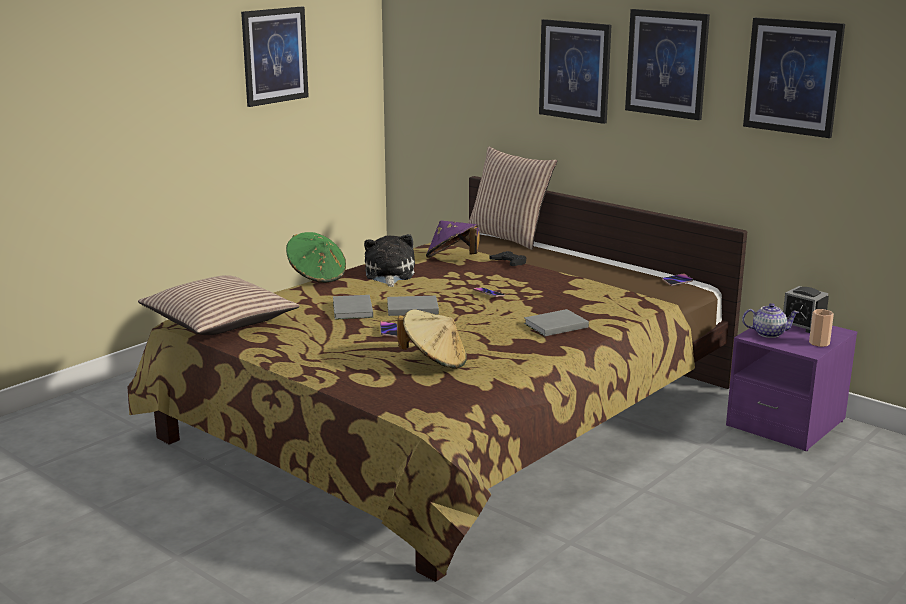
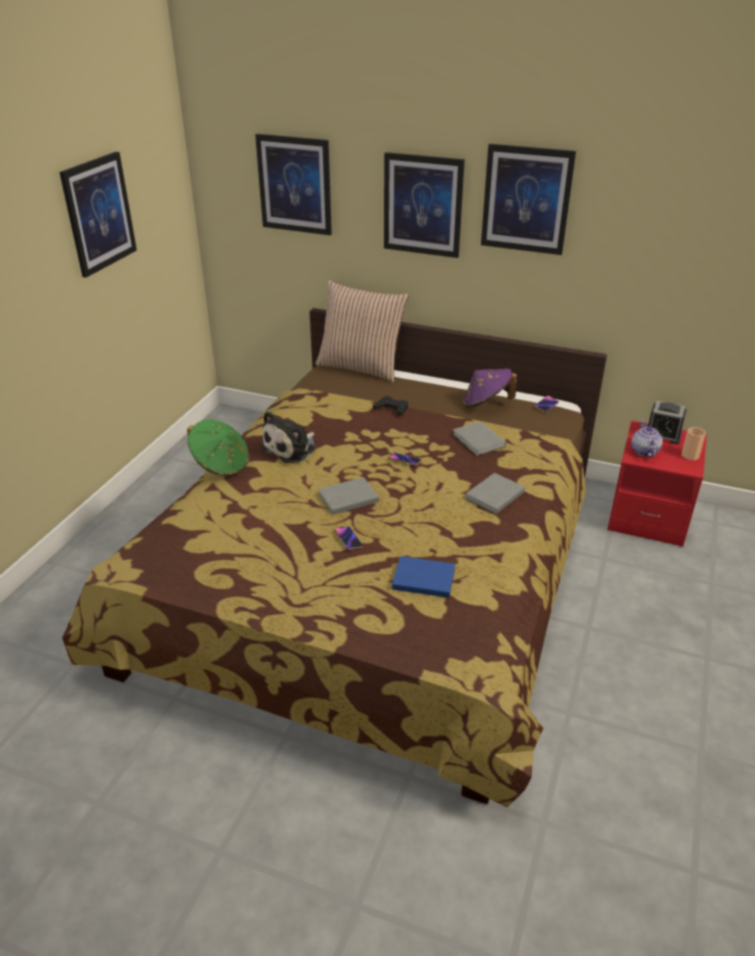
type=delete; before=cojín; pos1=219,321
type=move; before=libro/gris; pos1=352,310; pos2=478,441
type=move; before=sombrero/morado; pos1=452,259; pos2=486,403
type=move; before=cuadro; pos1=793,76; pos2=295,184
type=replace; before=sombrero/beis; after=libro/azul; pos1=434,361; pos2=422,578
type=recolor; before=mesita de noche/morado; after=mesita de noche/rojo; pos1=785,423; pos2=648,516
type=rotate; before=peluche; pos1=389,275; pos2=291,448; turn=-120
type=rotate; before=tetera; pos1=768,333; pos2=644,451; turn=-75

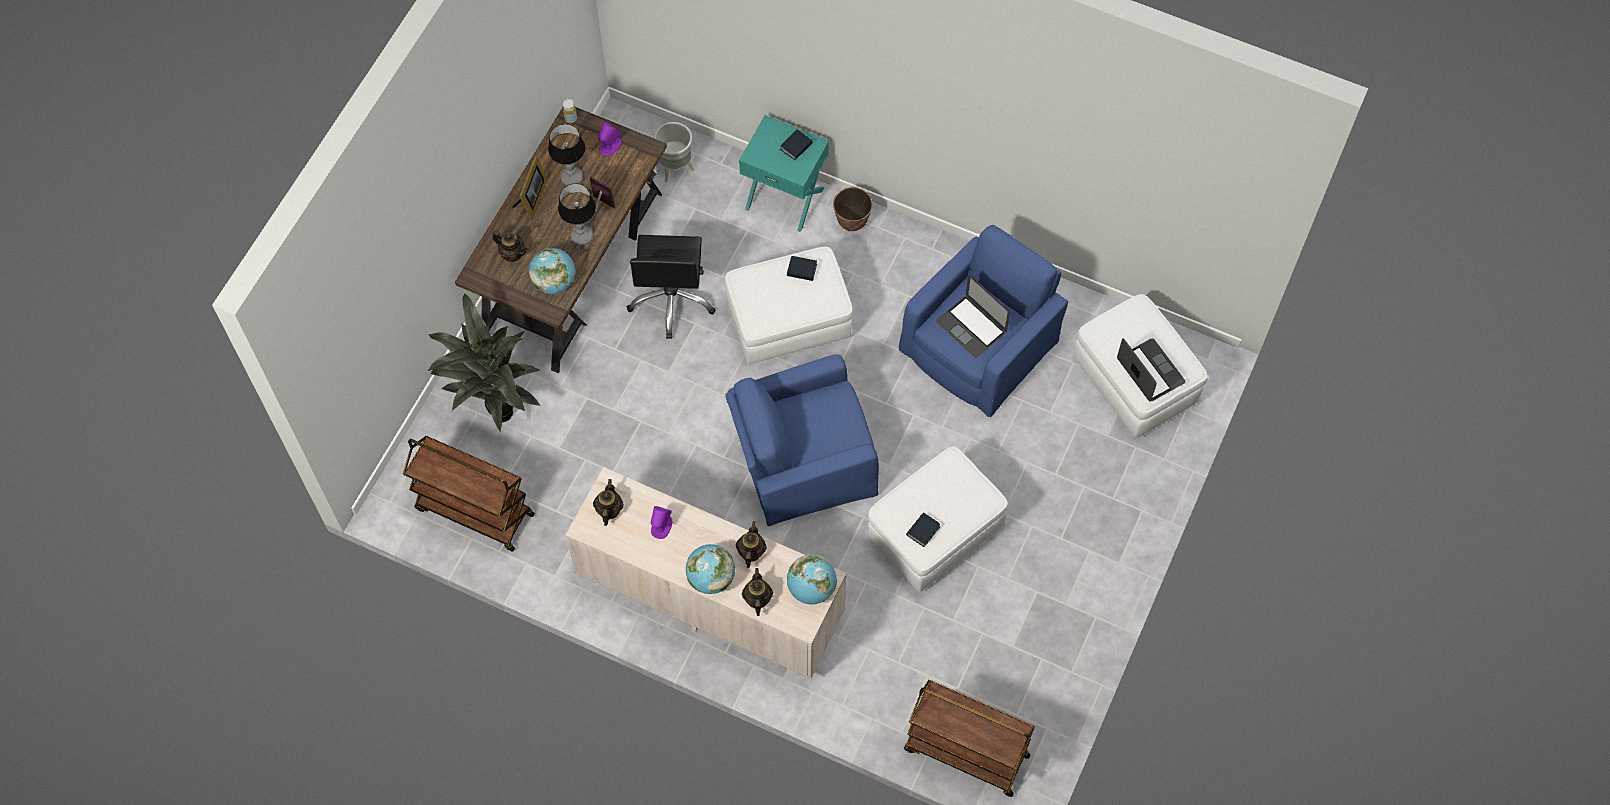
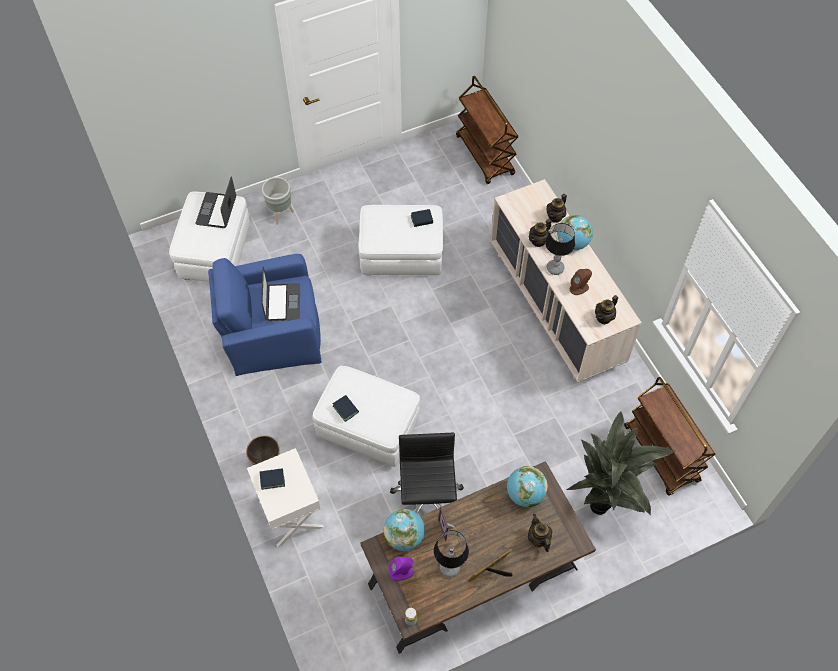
type=delete; before=sillón/azul; pos1=802,459
type=move; before=lámpara de mesa; pos1=581,236; pos2=555,268
type=move; before=maceta/gris; pos1=676,168; pos2=280,214
type=move; before=globo terráqueo; pos1=811,588; pos2=404,537
type=recolor; before=altavoz/morado; after=altavoz/marrón; pos1=661,526; pos2=579,288
type=recolor; before=mesita de noche/turquesa; after=mesita de noche/blanco; pos1=785,197; pos2=290,514
type=rotate; before=silla de oficina/negro; pos1=672,299; pos2=427,500; turn=-45

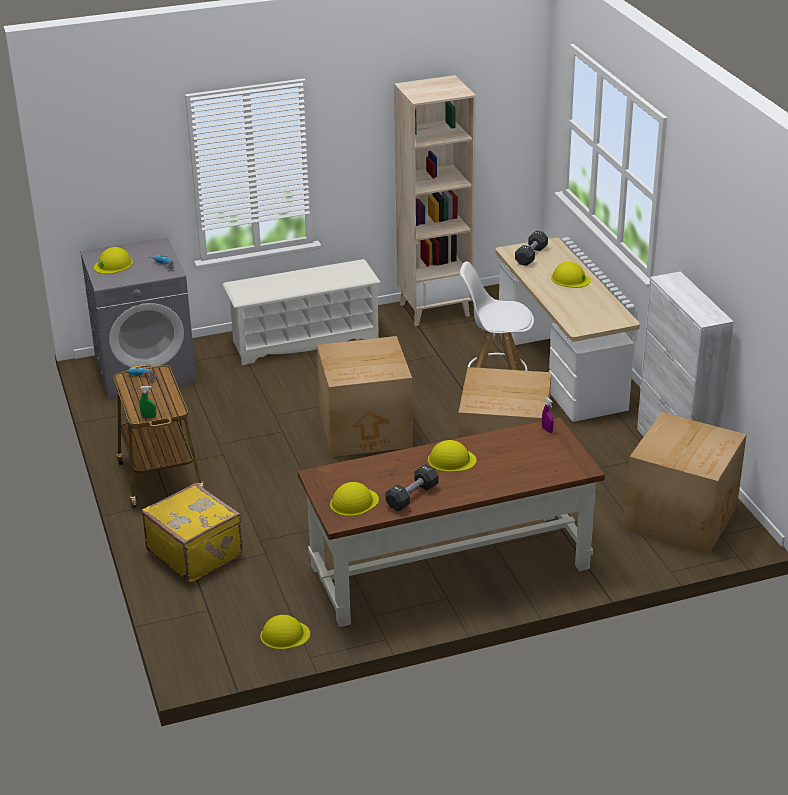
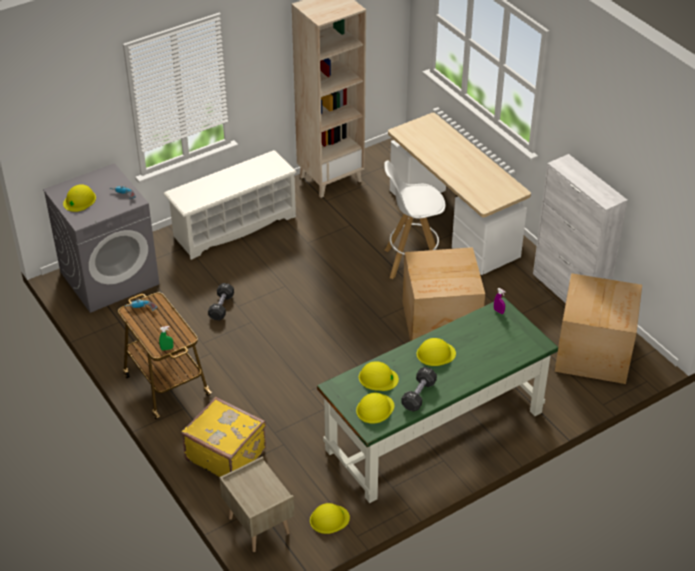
type=delete; before=caja de cartón; pos1=367,430
type=insert; after=mesita de noche/beis; pos2=258,525
type=move; before=mancuerna/negro; pos1=531,256; pos2=221,307
type=move; before=casco/amarillo; pos1=570,279; pos2=378,378
type=recolor; before=escritorio/marrón; after=escritorio/verde; pos1=449,568; pos2=434,431

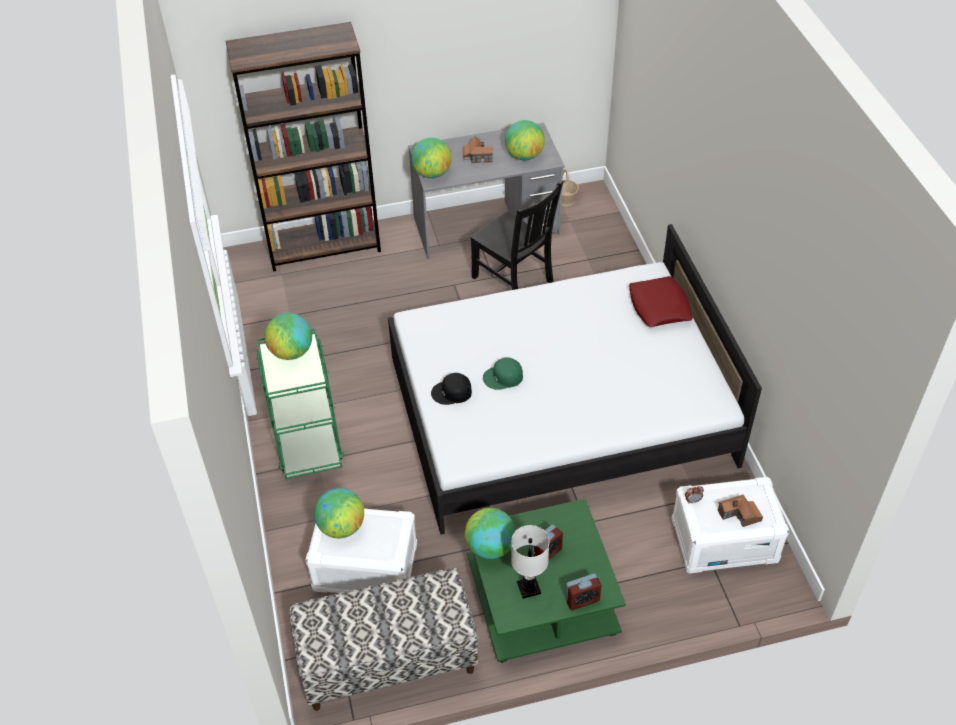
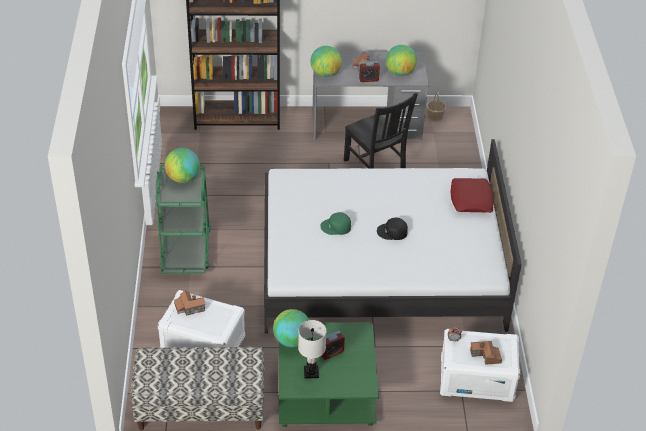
type=move; before=gorra/negro; pos1=452,392; pos2=392,232
type=move; before=despertador; pos1=582,600; pos2=368,79
type=replace; before=globo terráqueo; after=casita; pos1=341,527; pos2=189,307

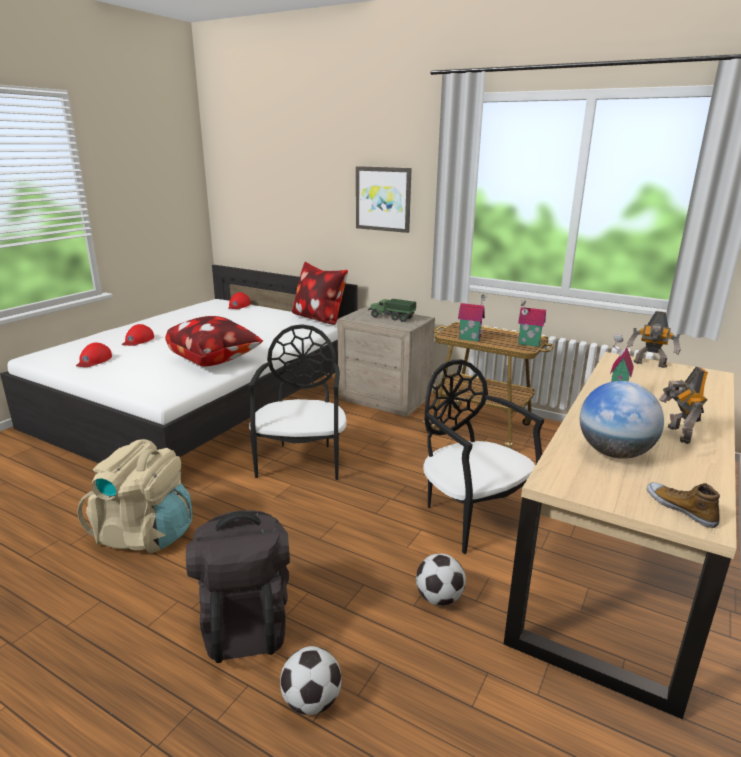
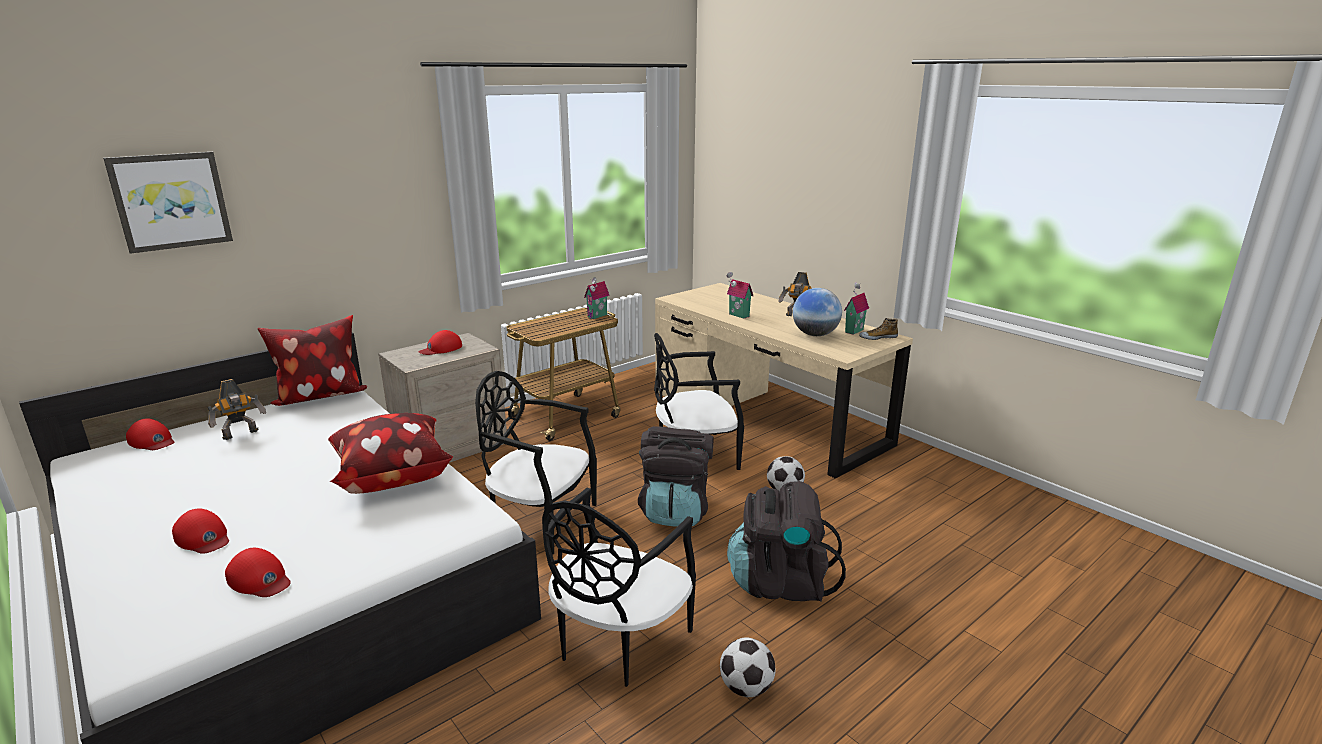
type=insert; after=mochila/negro; pos2=675,511
type=move; before=balón de fútbol; pos1=311,701; pos2=746,688
type=move; before=cuadro; pos1=383,199; pos2=171,201
type=move; before=casita; pos1=470,338; pos2=853,330
type=move; before=robot de juguete; pos1=650,365; pos2=241,435
type=replace; before=mochila/beis; after=silla/negro; pos1=145,534; pos2=617,642
type=replace; before=camión de juguete; after=gorra/rojo; pos1=391,317; pos2=441,348

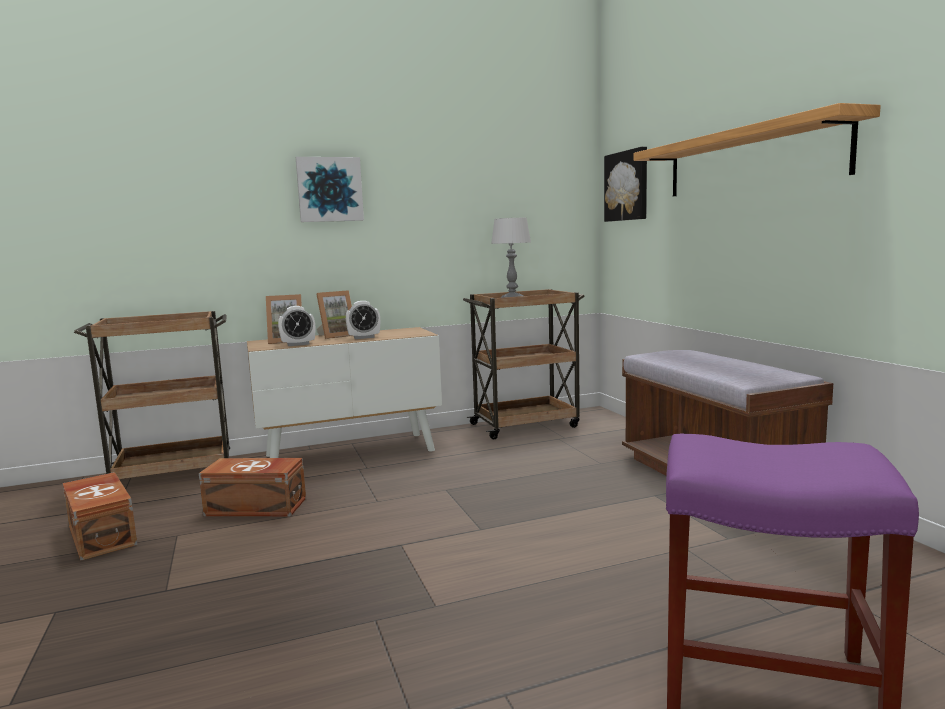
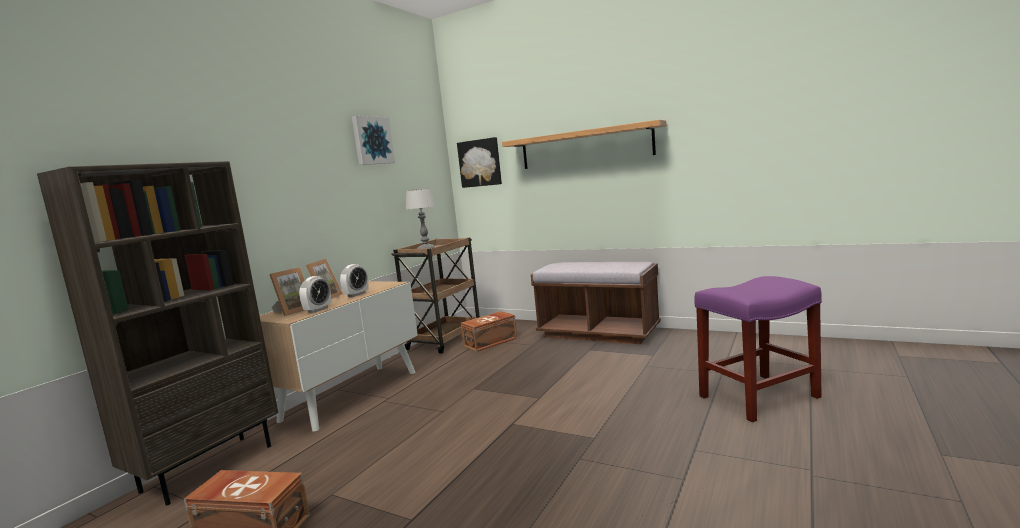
type=move; before=caja de almacenaje/marrón; pos1=256,507; pos2=491,342
type=move; before=cuadro; pos1=329,189; pos2=372,140
type=replace; before=carrito/marrón; after=estantería/marrón; pos1=174,473; pos2=209,467

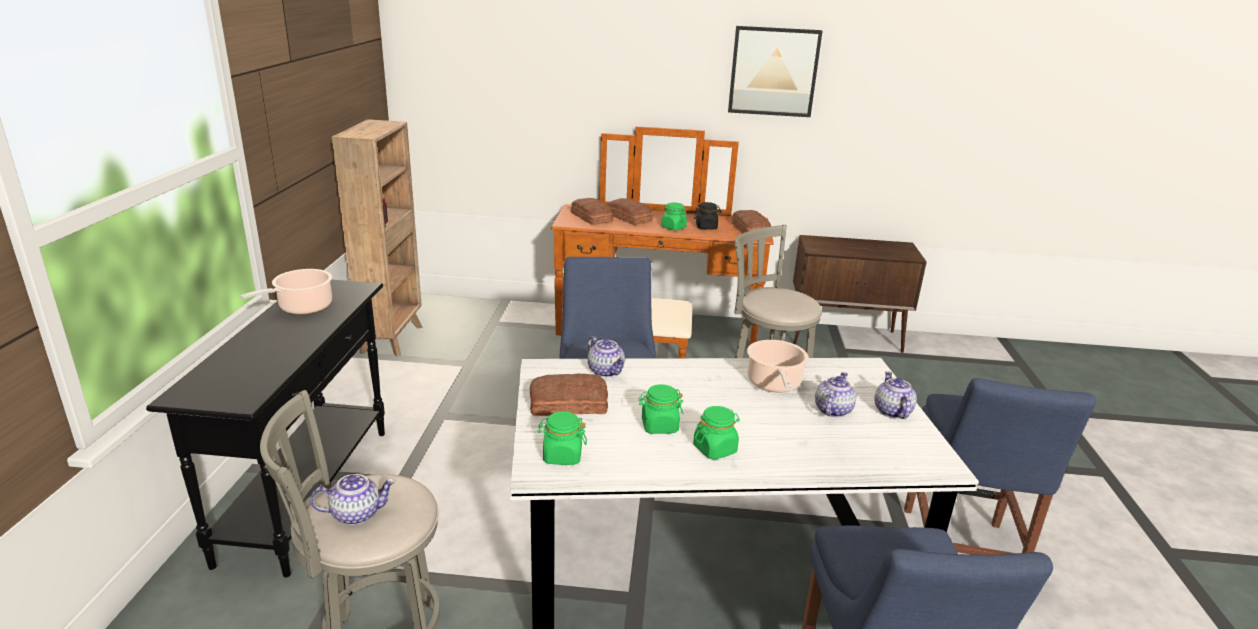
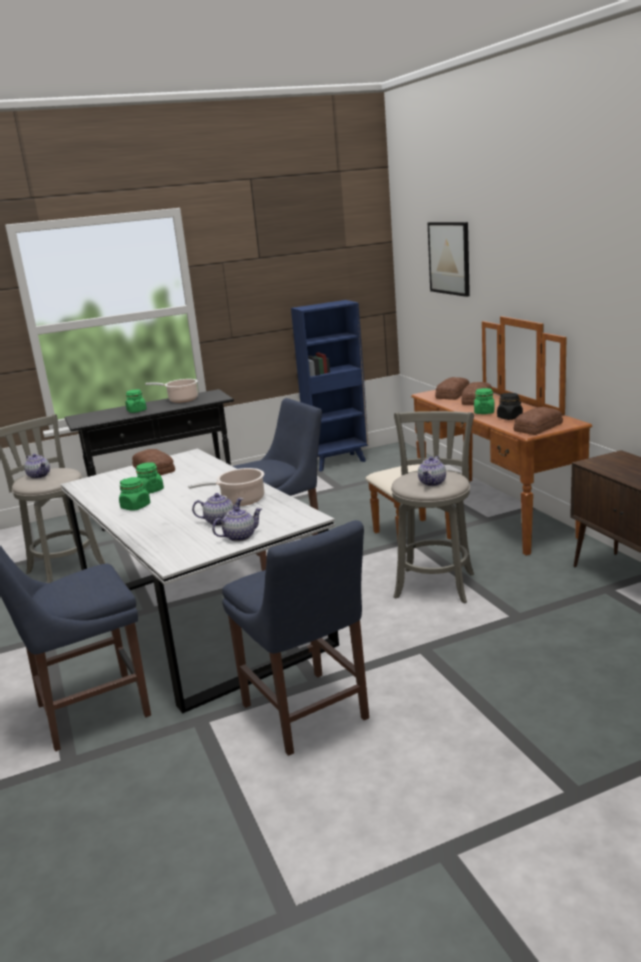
type=move; before=tarro/verde; pos1=562,456; pos2=136,411
type=move; before=tetera; pos1=606,371; pos2=432,483
type=move; before=cuadro; pos1=773,72; pos2=449,258
type=recolor; before=estantería/marrón; after=estantería/azul; pos1=392,338; pos2=338,462
type=rotate; before=silla/azul; pos1=958,553; pos2=307,715; turn=-105

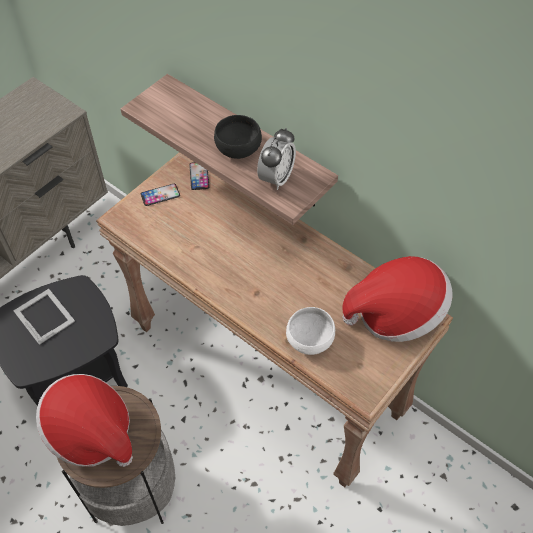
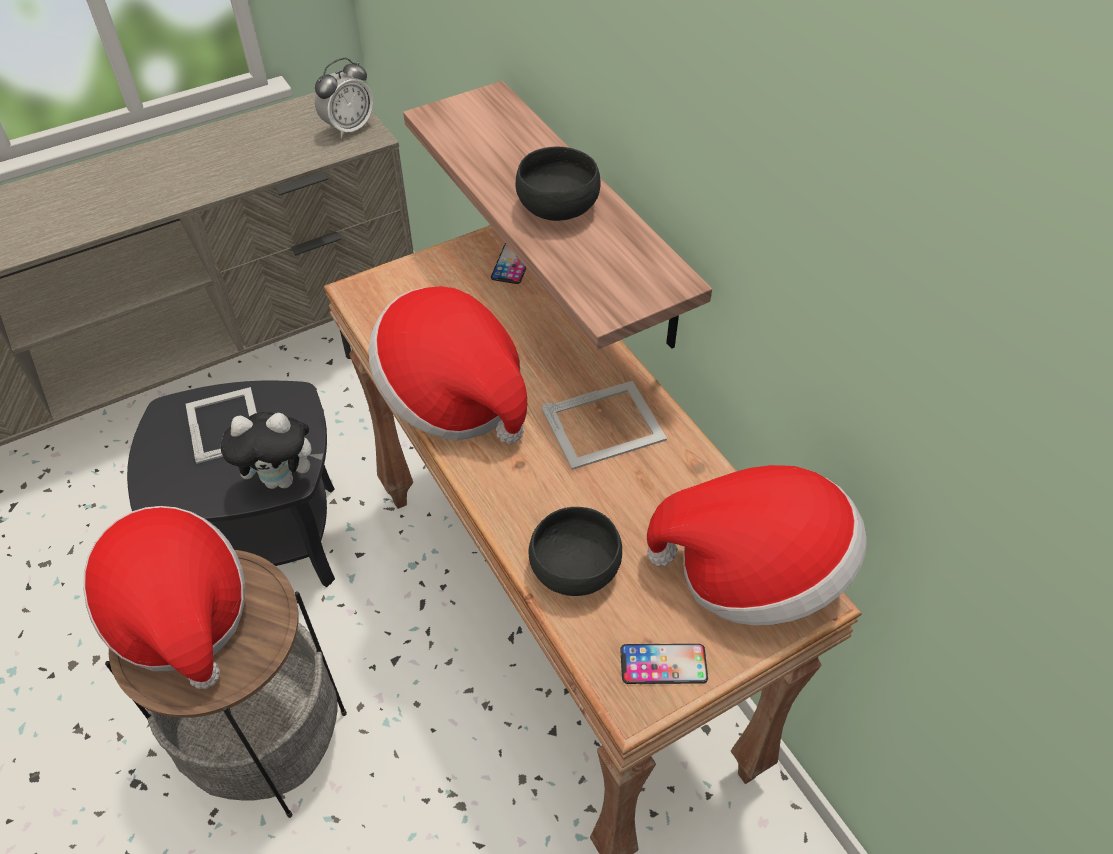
type=insert; after=peluche; pos2=283,479
type=insert; after=sombrero; pos2=453,397
type=insert; after=portarretratos; pos2=605,424
type=move; before=móvil; pos1=160,195; pos2=663,664
type=move; before=despertador; pos1=276,178; pos2=349,128
type=recolor; before=cuenco/blanco; after=cuenco/negro; pos1=310,341; pos2=574,571

